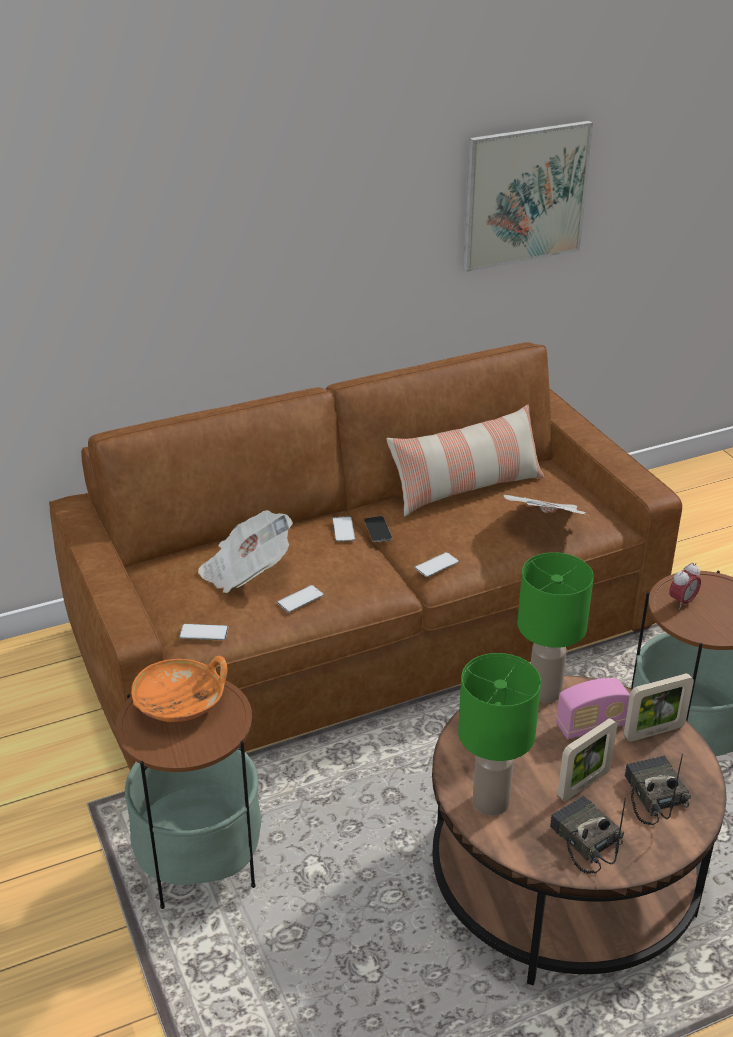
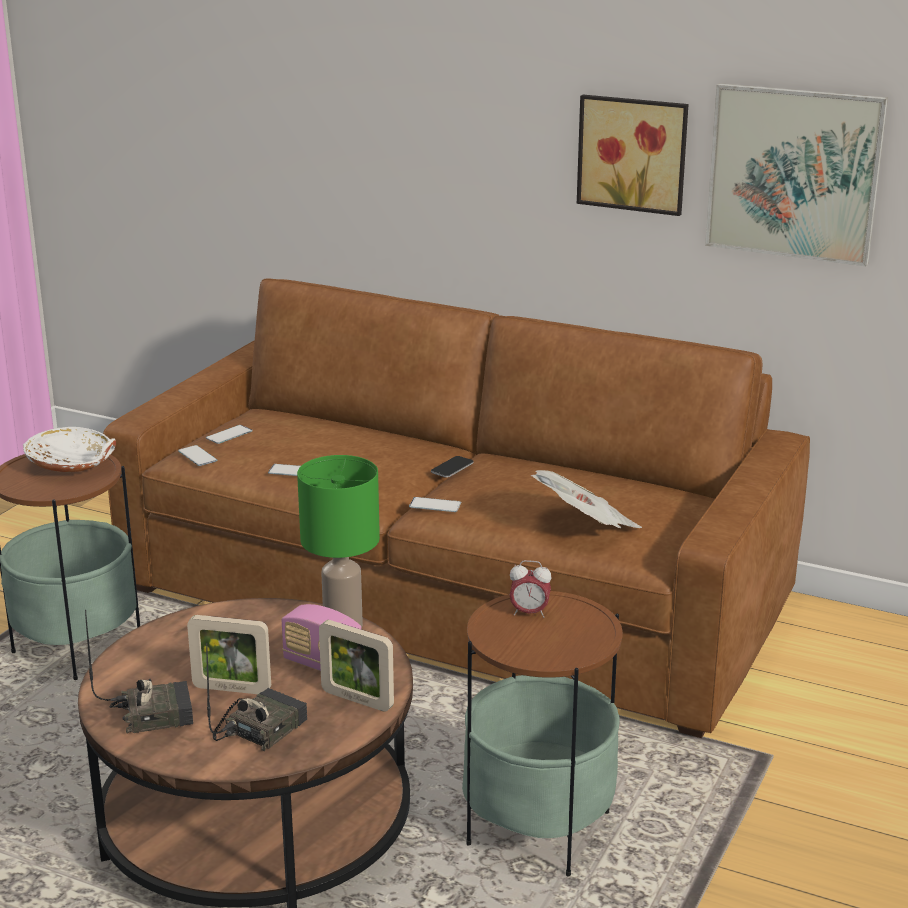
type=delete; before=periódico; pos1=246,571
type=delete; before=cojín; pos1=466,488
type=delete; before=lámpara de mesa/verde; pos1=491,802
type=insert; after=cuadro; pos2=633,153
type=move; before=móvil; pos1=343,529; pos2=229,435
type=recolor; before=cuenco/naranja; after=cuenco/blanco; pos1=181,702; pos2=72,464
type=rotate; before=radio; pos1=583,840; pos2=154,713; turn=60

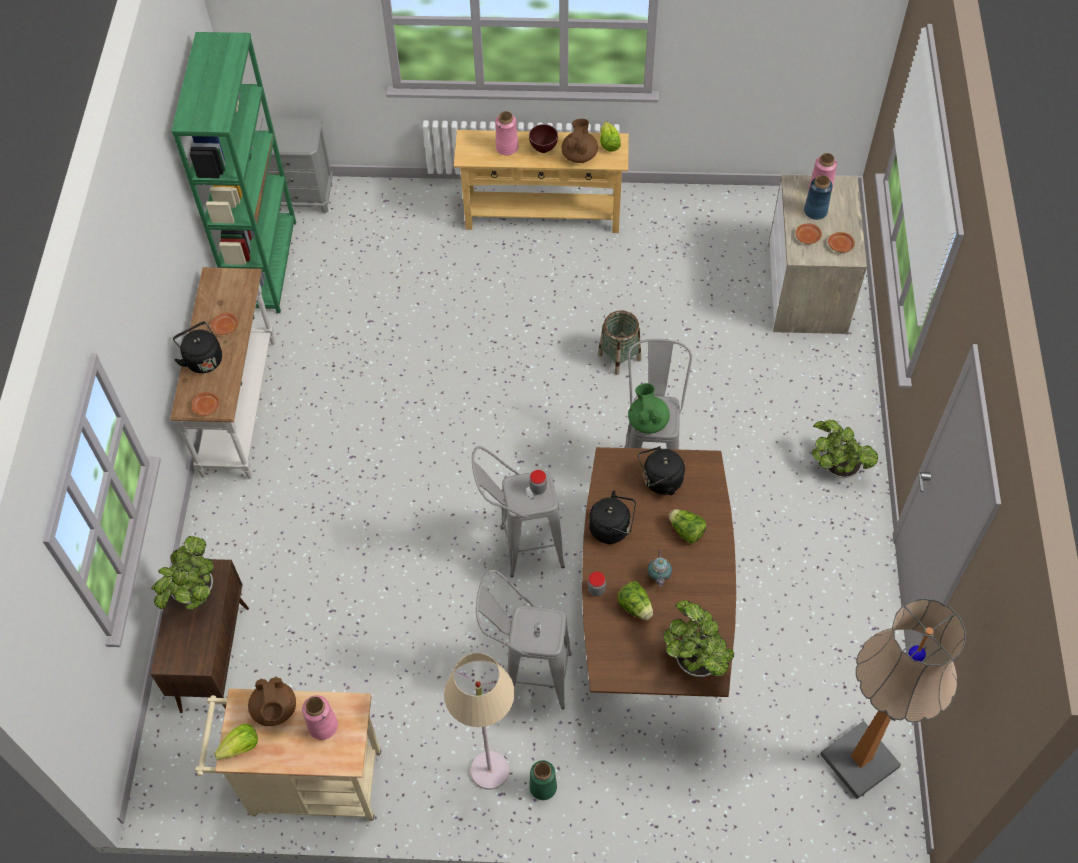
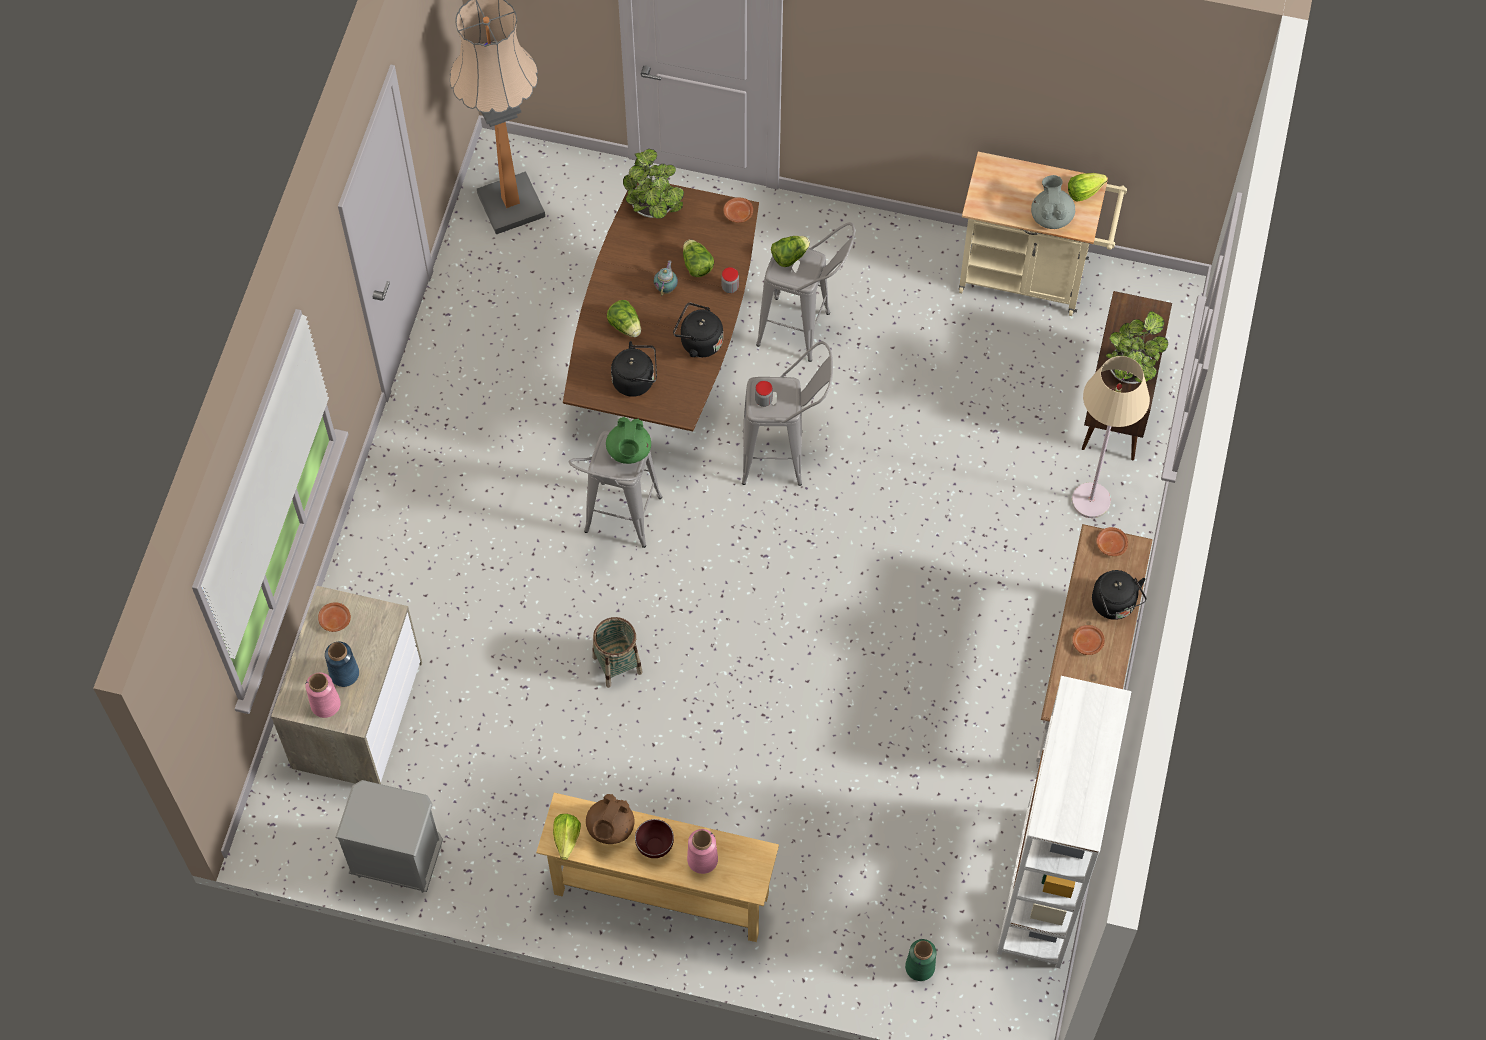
type=delete; before=florero/rosa; pos1=323,725
type=delete; before=planta en maceta; pos1=837,467
type=insert; after=lechuga; pos2=789,256
type=move; before=mesita de noche/gris; pos1=304,197; pos2=397,860
type=move; before=lámpara de pie/beis; pos1=489,770; pos2=1091,501
type=move; before=florero/verde; pos1=543,787; pos2=920,967
type=move; before=plato/marrón; pos1=807,236; pos2=738,213
type=recolor; before=estantería/verde; after=estantería/blanco; pos1=264,265; pos2=1043,888
type=recolor; before=tetera/marrón; after=tetera/gris; pos1=275,710; pos2=1051,216

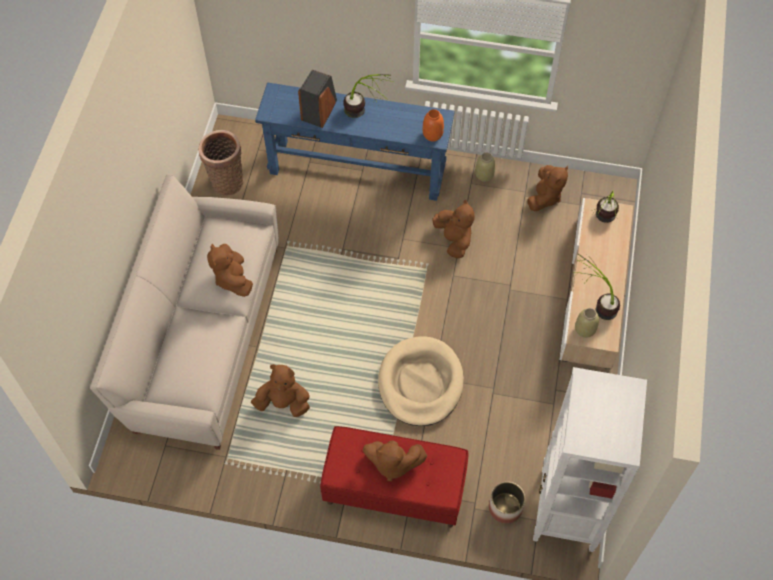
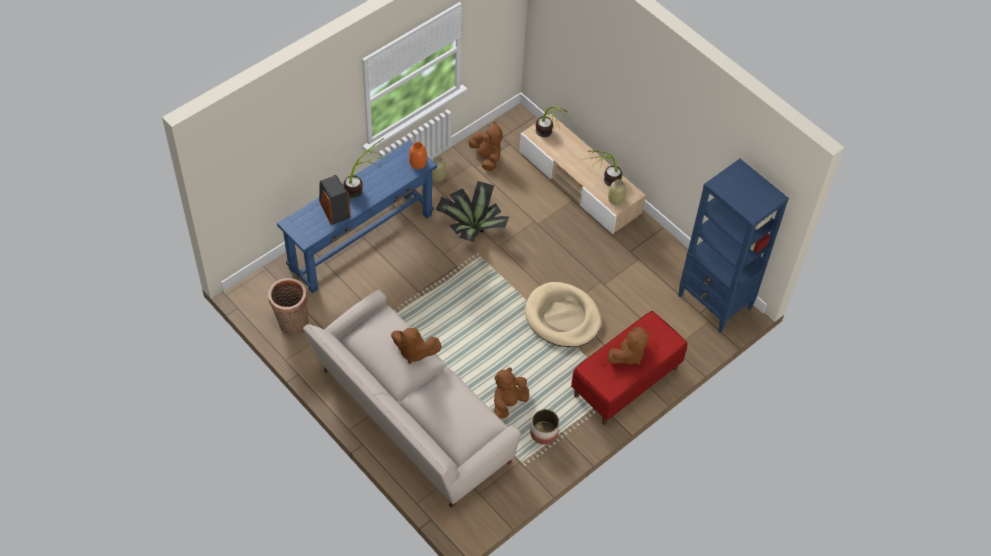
type=move; before=maceta; pos1=505,507; pos2=543,432
type=replace; before=peluche/marrón; after=planta en maceta; pos1=454,240; pos2=472,227
type=recolor; before=estantería/blanco; after=estantería/azul; pos1=566,511; pos2=715,303

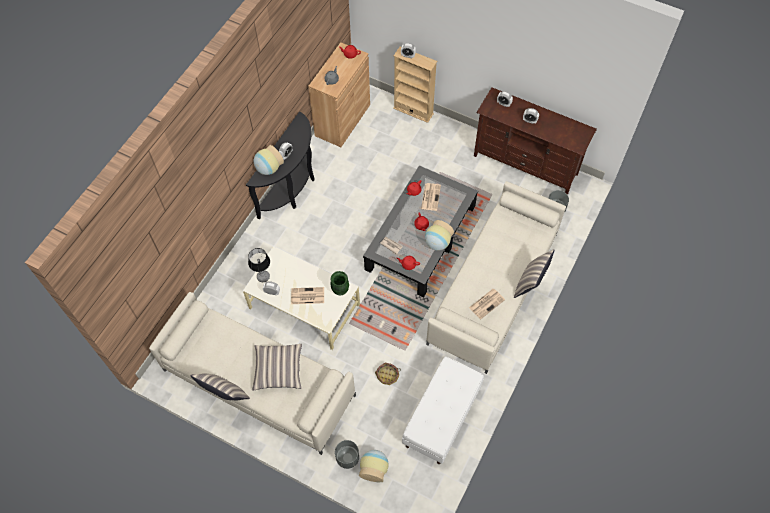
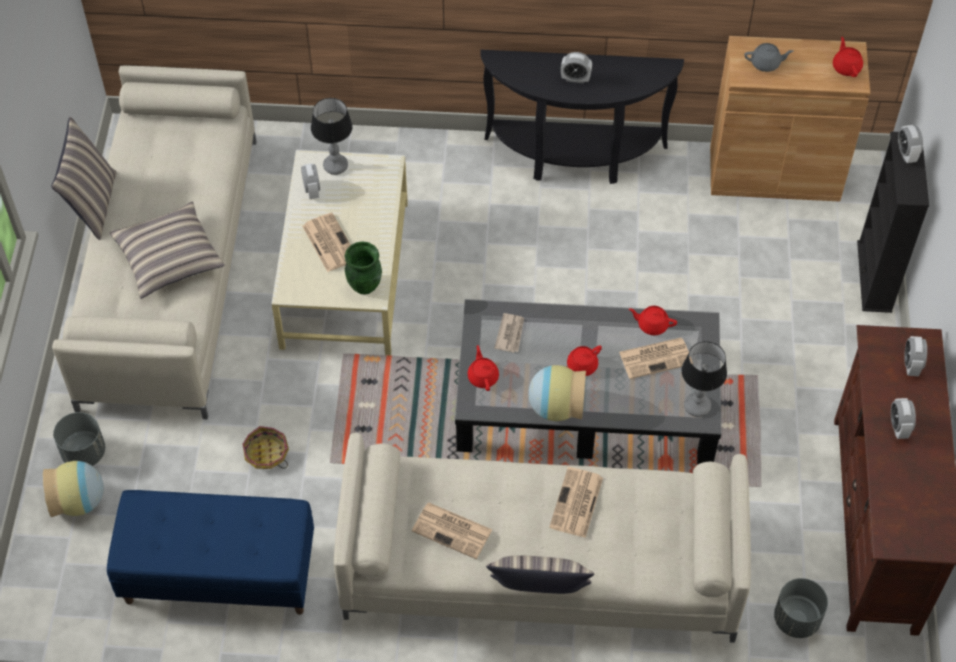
type=delete; before=florero; pos1=268,168
type=insert; after=periódico; pos2=576,503
type=insert; after=lámpara de mesa; pos2=697,406
type=recolor; before=estantería/beis; after=estantería/negro; pos1=413,111; pos2=874,276
type=recolor; before=banco/blanco; after=banco/azul; pos1=442,418; pos2=218,575

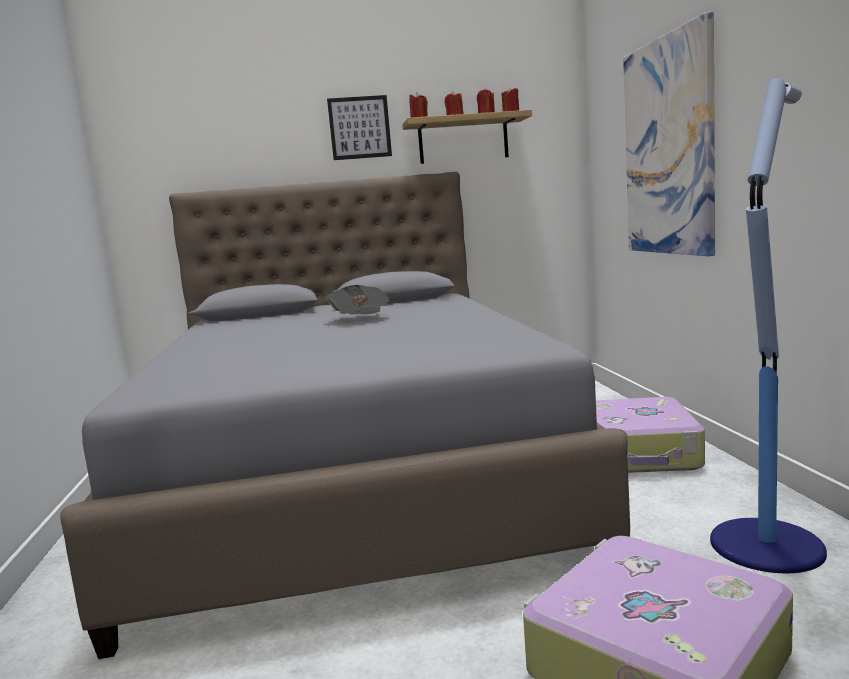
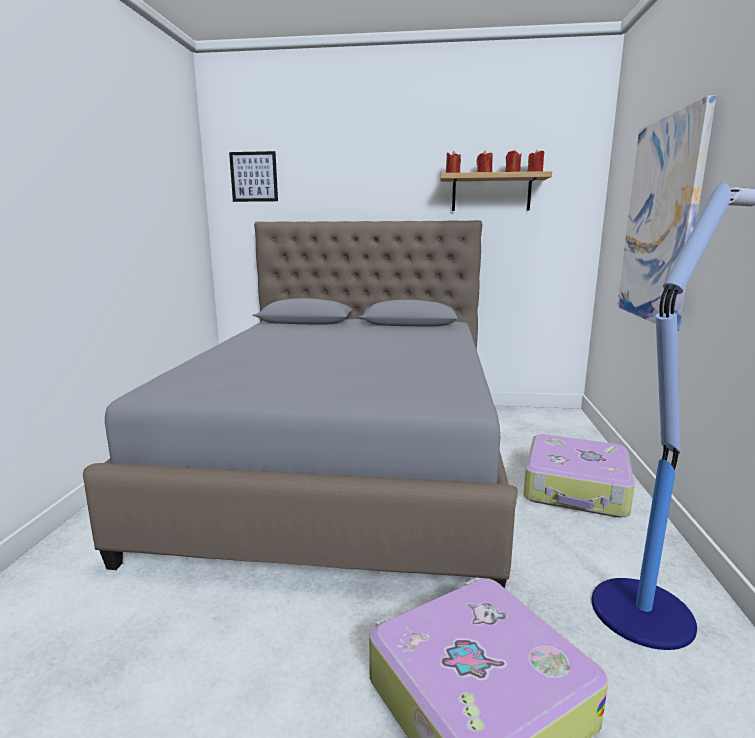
type=delete; before=periódico; pos1=361,319
type=move; before=cuadro; pos1=359,127; pos2=254,177

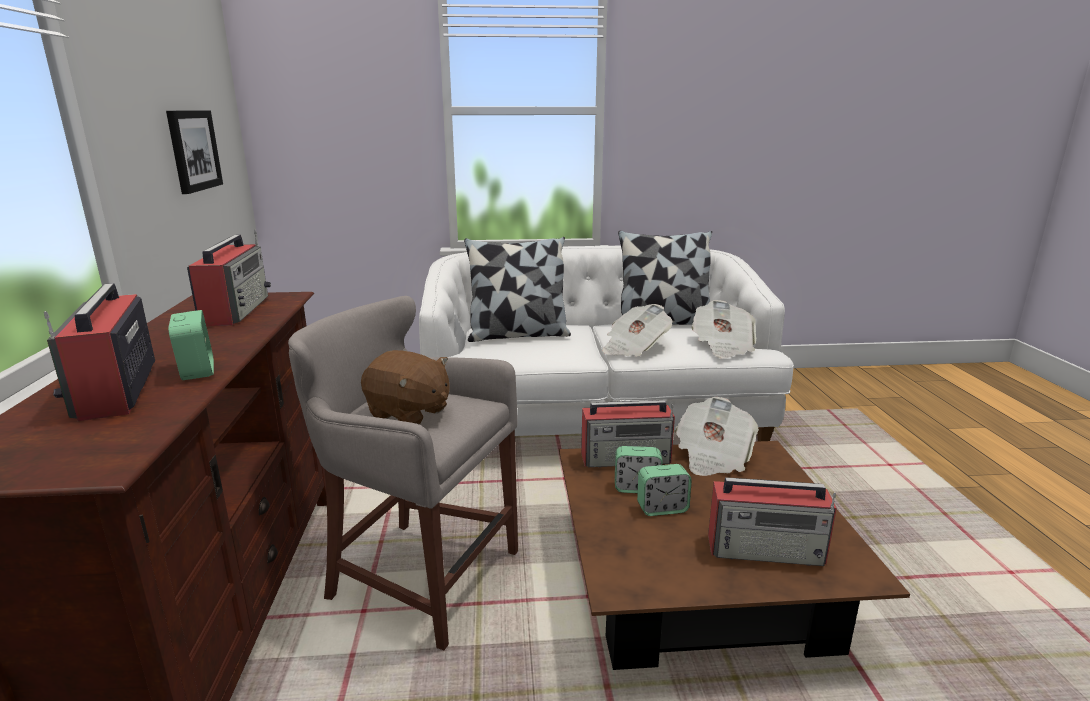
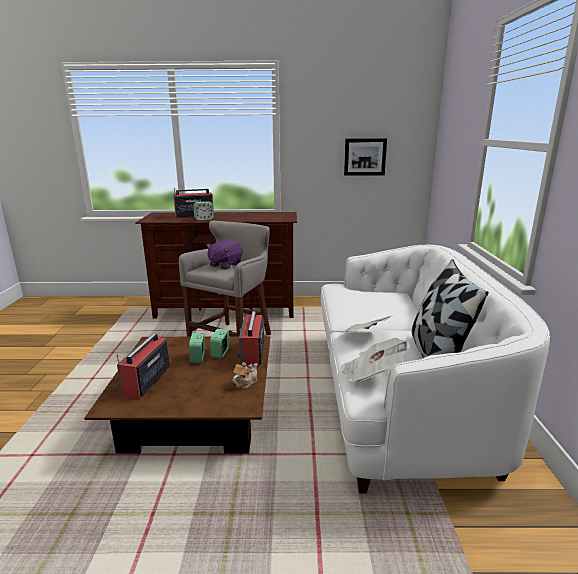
type=delete; before=radio; pos1=236,310
type=delete; before=cojín; pos1=518,335
type=replace; before=periódico; after=tetera; pos1=712,457; pos2=245,383
type=recolor; before=peluche/marrón; after=peluche/morado; pos1=408,413; pos2=225,265

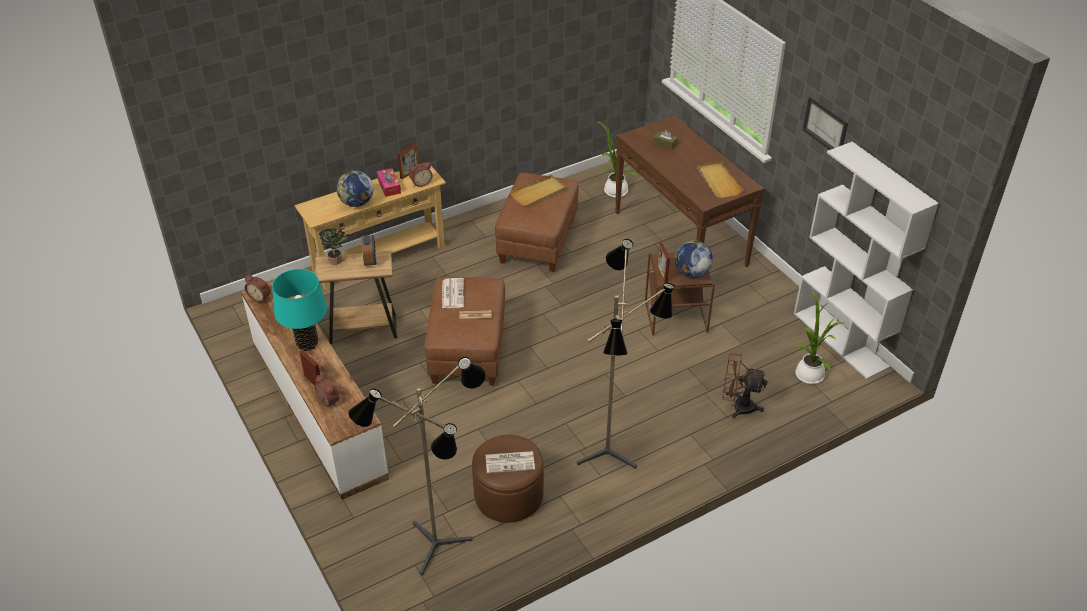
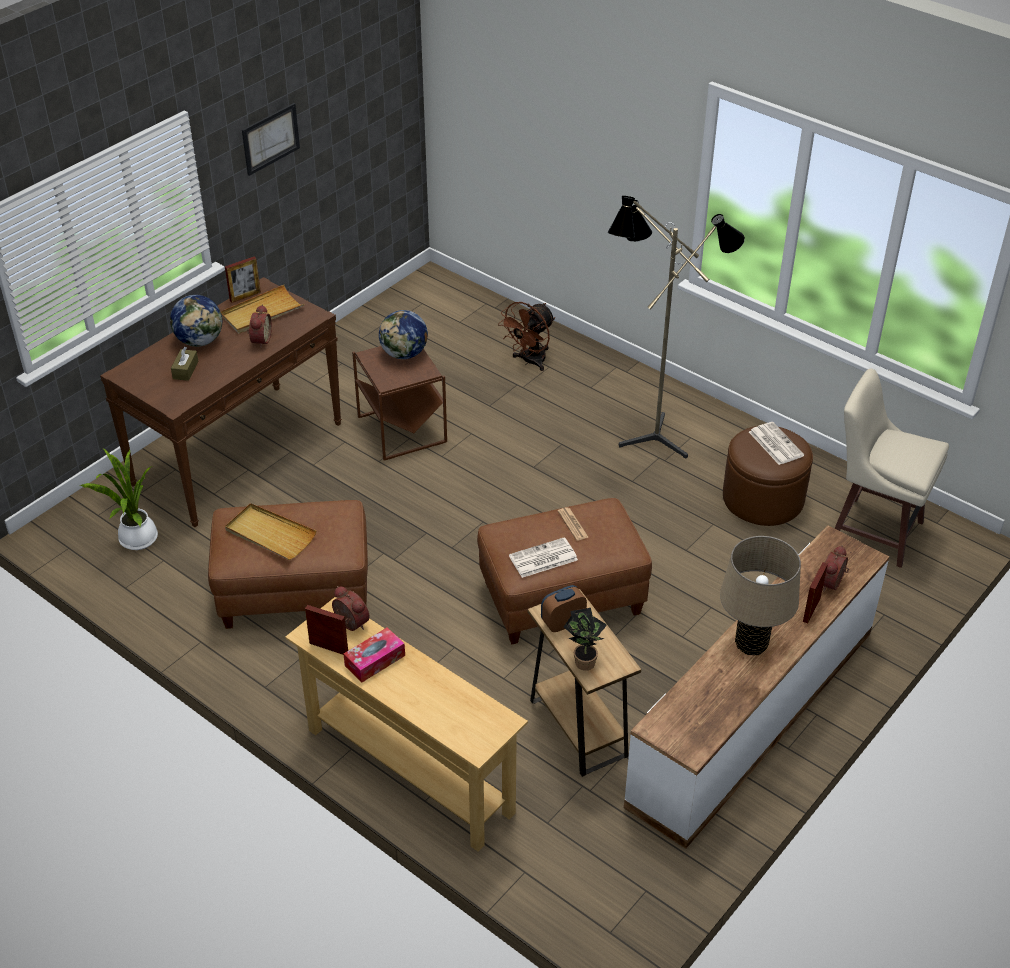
type=delete; before=estantería/blanco; pos1=841,340
type=delete; before=planta en maceta; pos1=809,373
type=move; before=despertador; pos1=260,297; pos2=260,340
type=move; before=globo terráqueo; pos1=356,203; pos2=200,341
type=move; before=portarretratos; pos1=662,274; pos2=245,296
type=replace; before=lámpara de pie; after=taburete/beis; pos1=437,552; pos2=873,530
type=recolor; before=lámpara de mesa/turquesa; after=lámpara de mesa/beis; pos1=307,344; pos2=751,644
type=rotate; before=ventilador/marrón; pos1=737,406; pos2=529,361; turn=45

